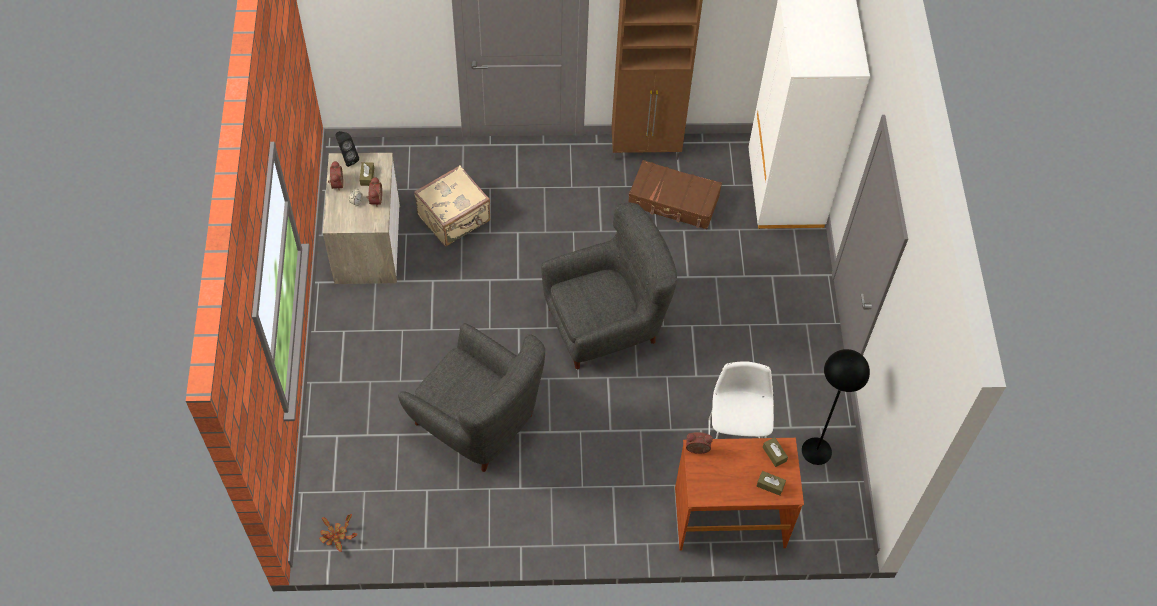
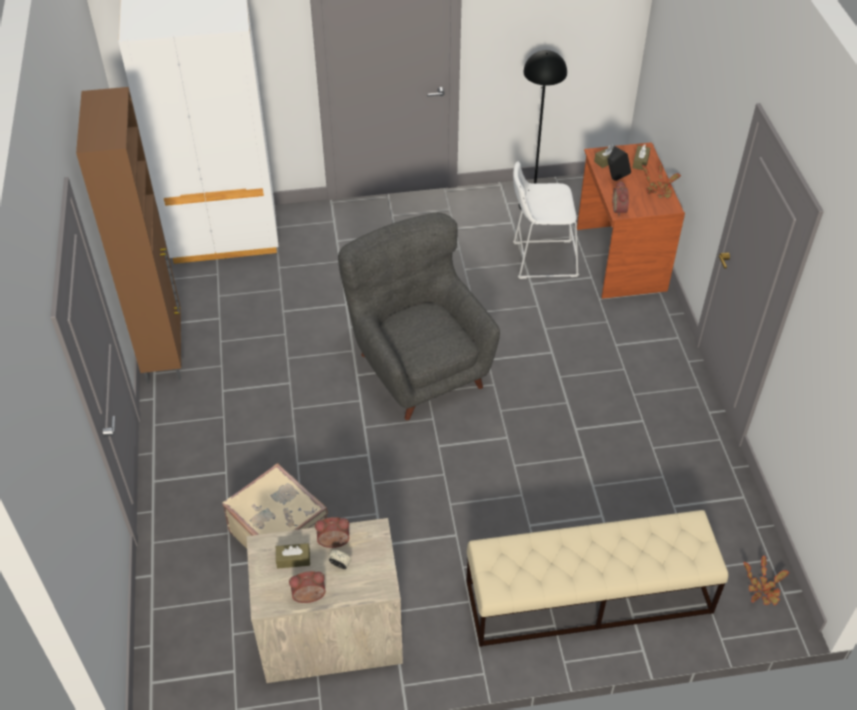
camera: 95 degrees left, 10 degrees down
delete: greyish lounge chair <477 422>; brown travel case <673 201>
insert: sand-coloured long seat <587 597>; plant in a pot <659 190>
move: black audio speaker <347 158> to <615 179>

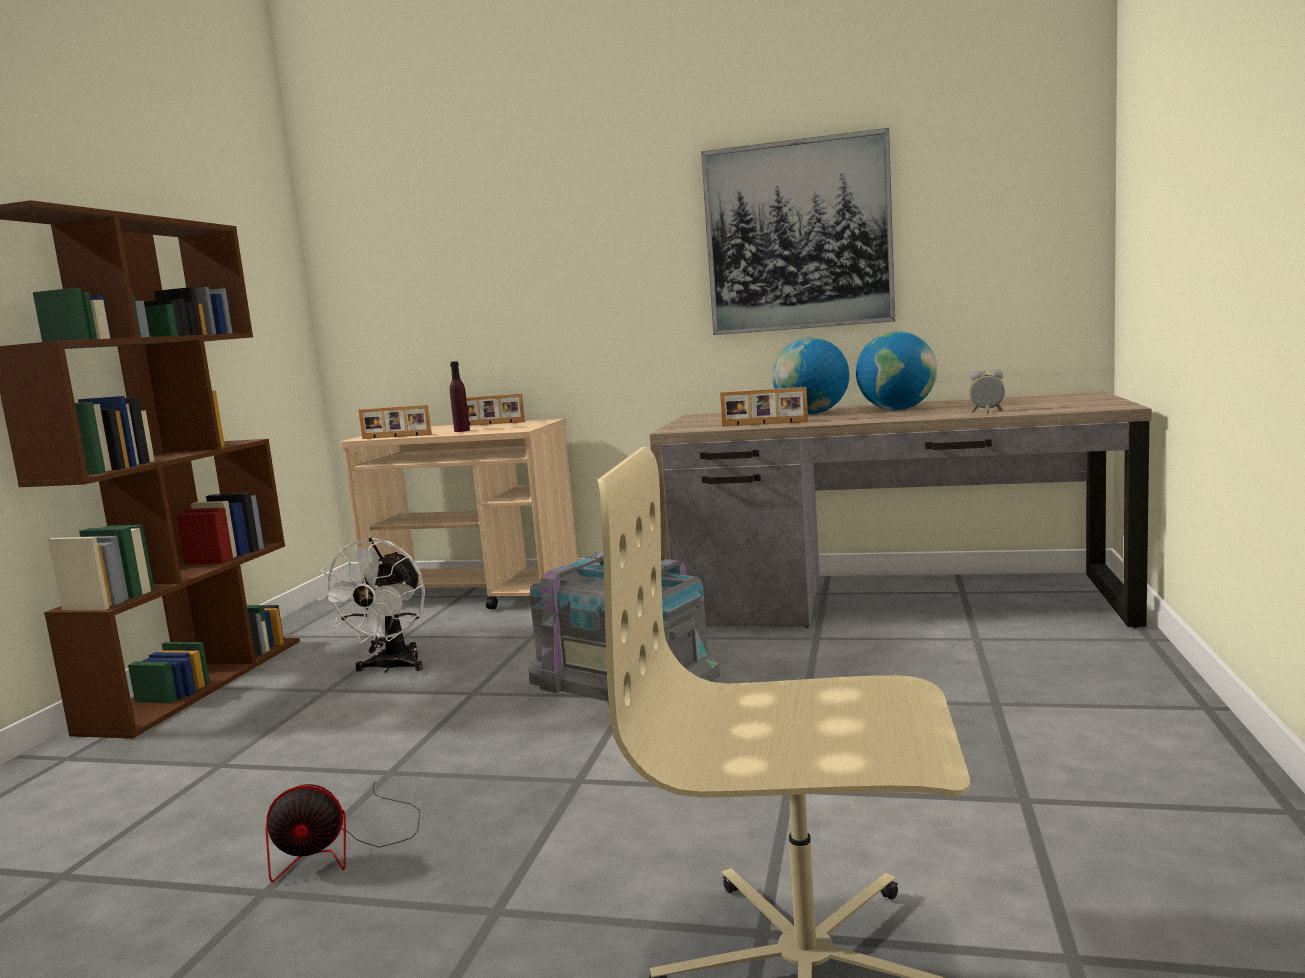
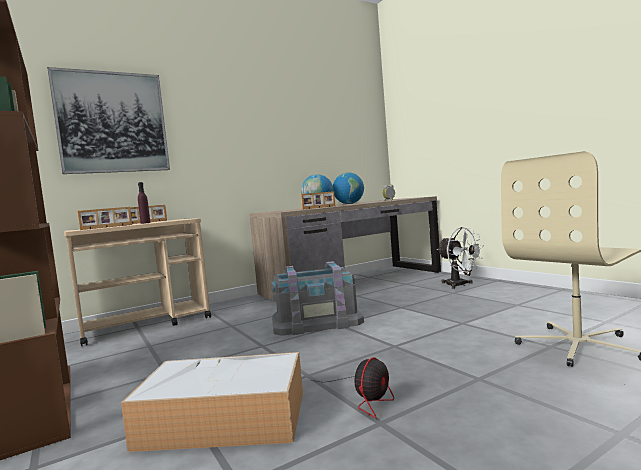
camera: 45 degrees left, 5 degrees down
insert: storage box <221 419>
move: white-coloured fan <391 668> to <460 285>; picture <798 236> to <112 122>

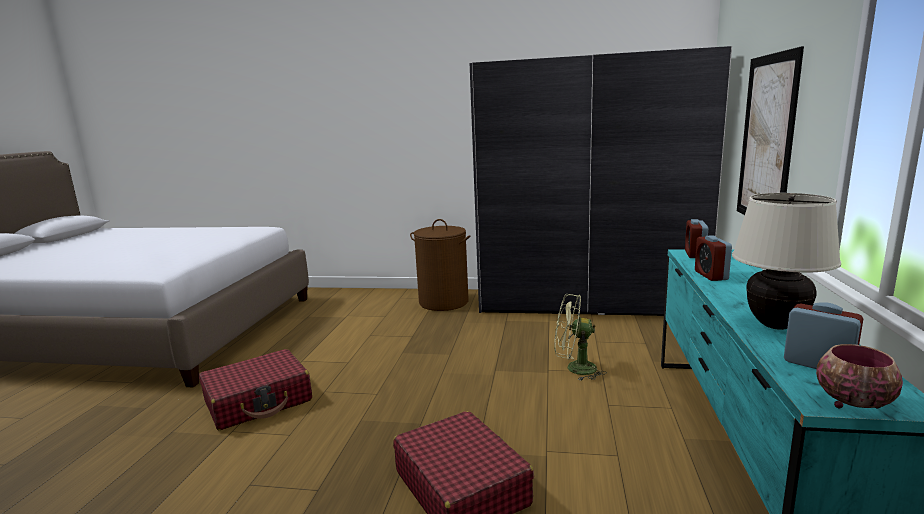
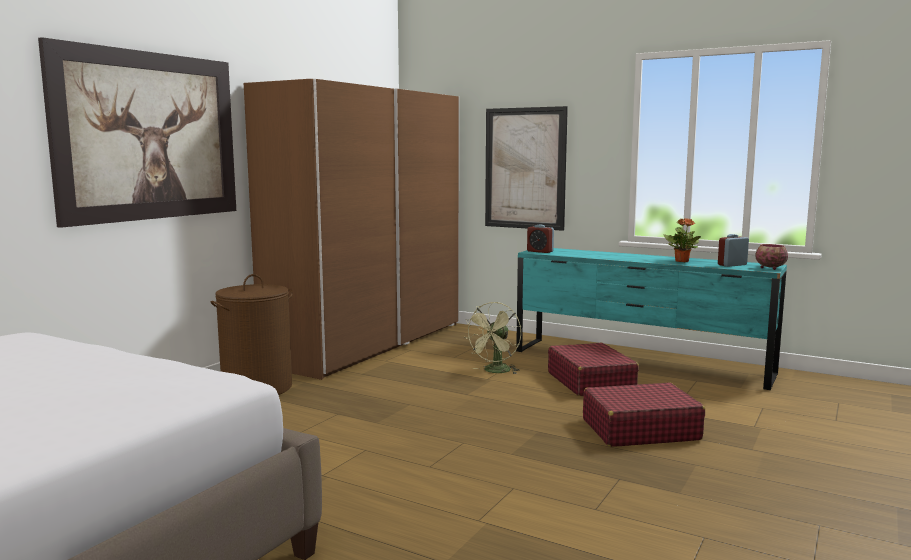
camera: 70 degrees left, 5 degrees down
delete: table clock <711 275>
insert: picture <149 136>
move: red travel case <258 401> to <590 382>
replace: sand-coloured tabletop lamp <776 325> to plant in a pot <681 261>
recolor: greyish wardrobe <587 302> to brown wardrobe <368 343>

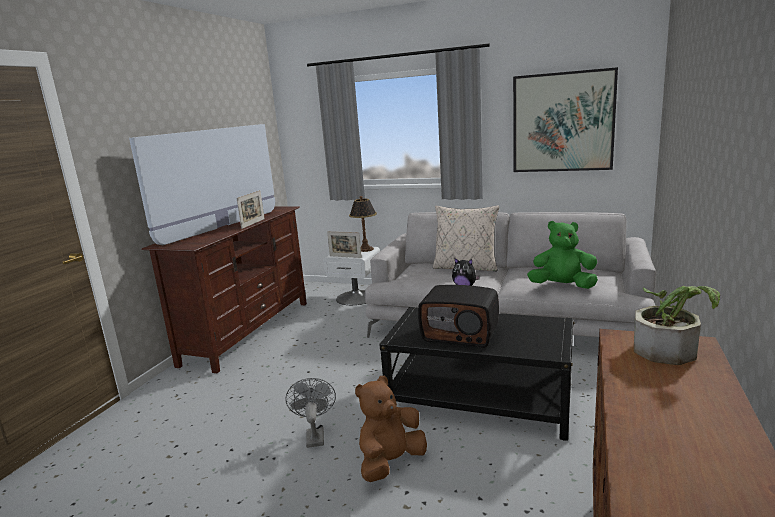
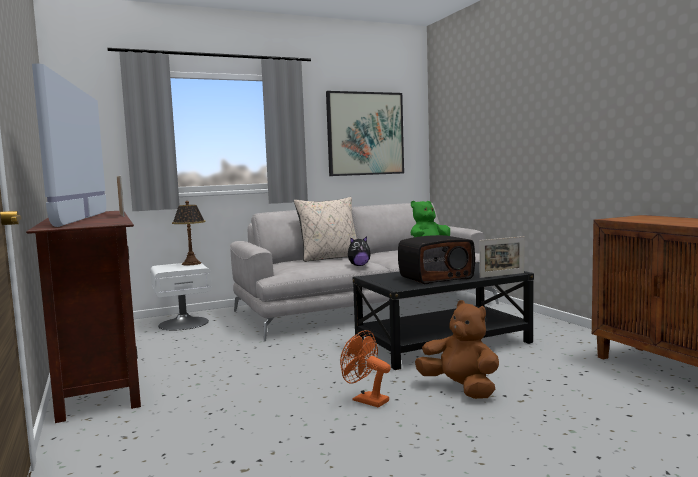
camera: 45 degrees left, 10 degrees down
delete: plant in a pot <670 348>
move: standing frame <345 257> to <502 275>
recolor: greyish fan <314 435> to orange-coloured fan <365 400>
rotate: brown soft toy <391 462> = <460 389> 135 degrees clockwise

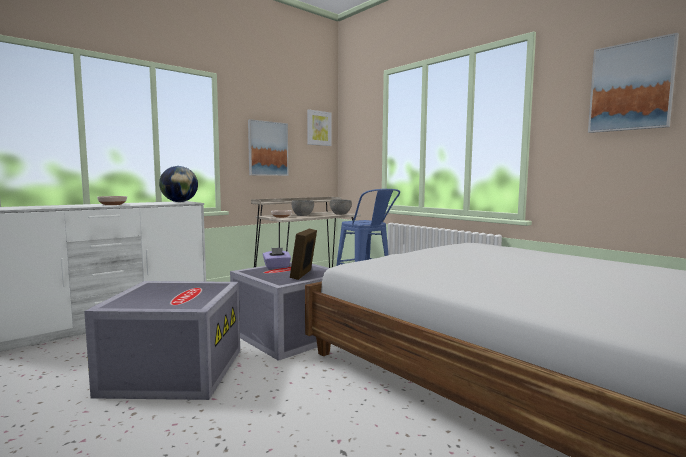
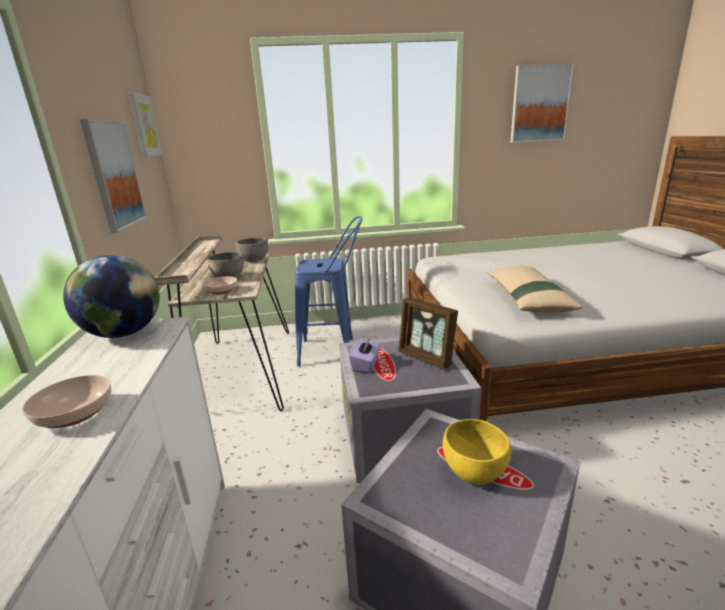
camera: 55 degrees left, 15 degrees up
insert: yellow bowl <474 473>; sand-coloured pillow <527 299>

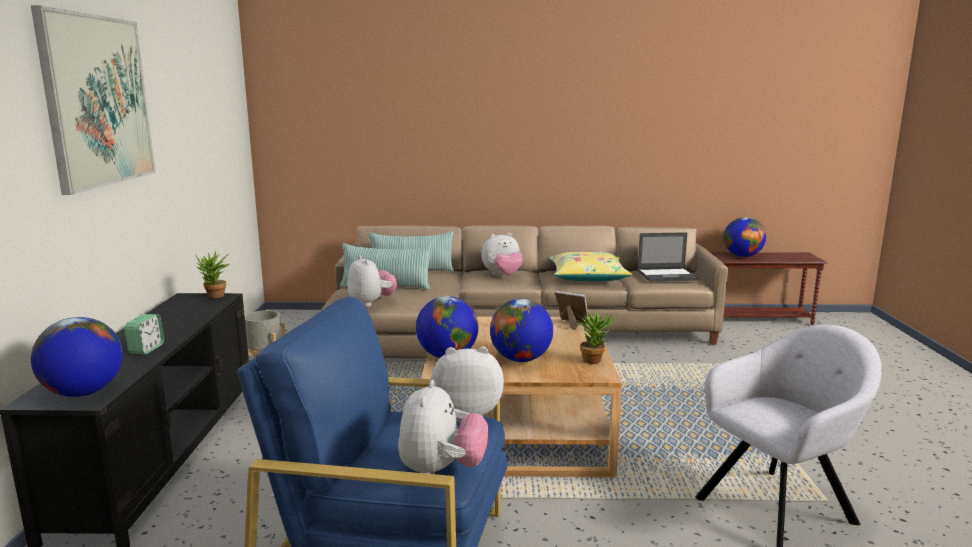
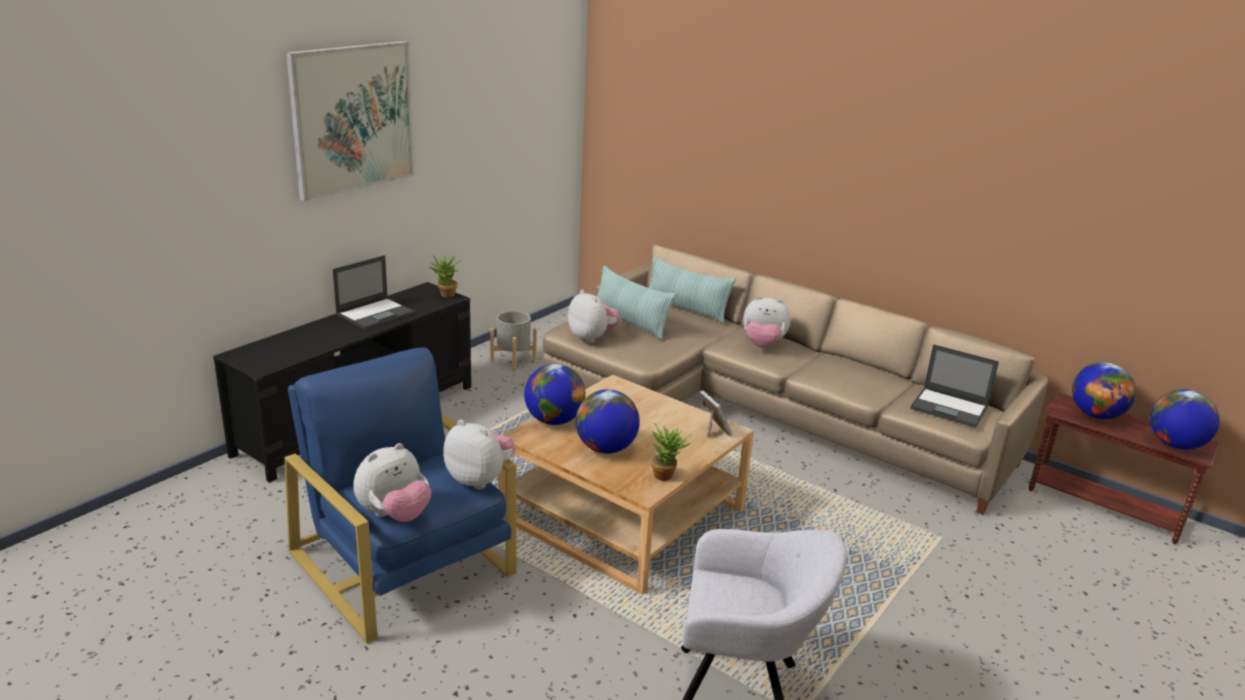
camera: 35 degrees right, 10 degrees up
delete: table clock <146 349>; yellow pillow <588 277>
insert: laptop <376 314>
move: desk globe <84 392> to <1175 445>
rotate: soft toy <371 303> = <592 338> 45 degrees counterclockwise

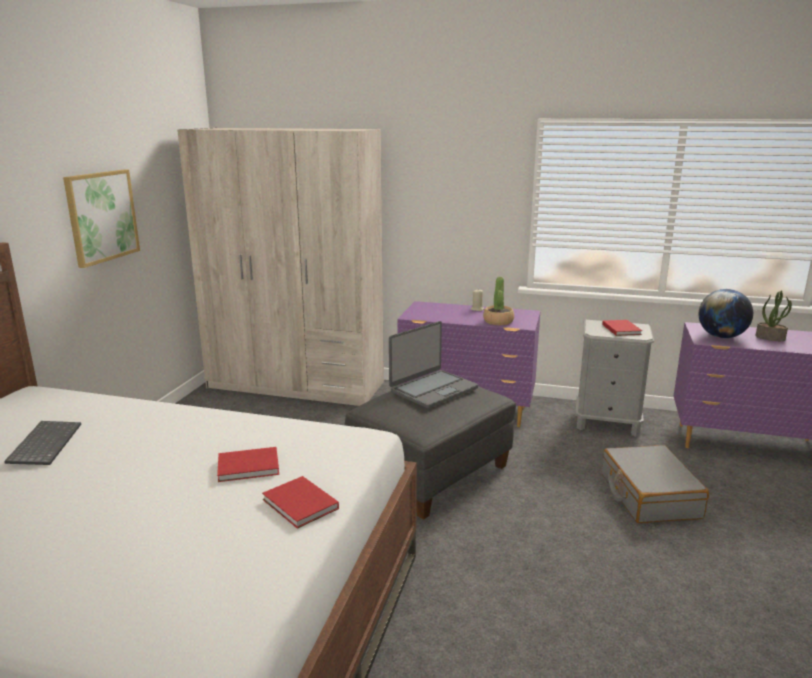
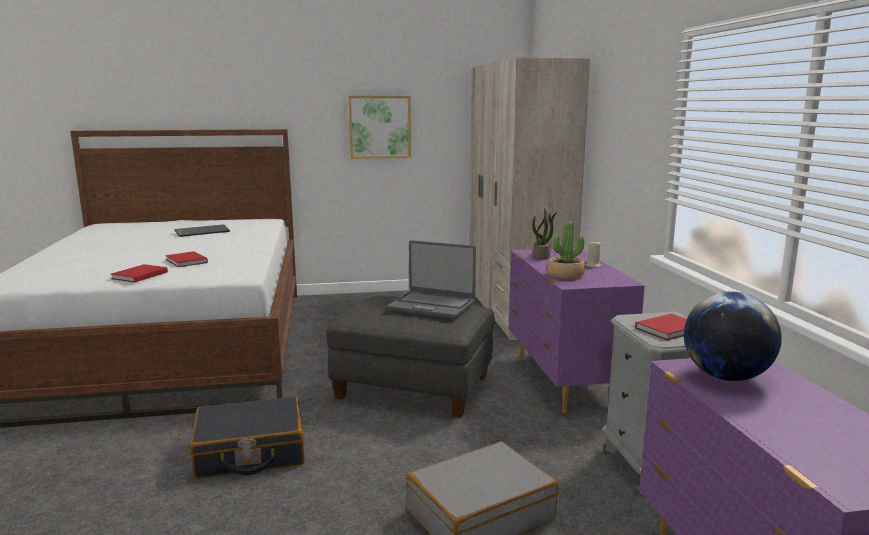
camera: 65 degrees right, 5 degrees down
insert: black travel case <250 452>
move: plant in a pot <770 338> to <542 256>

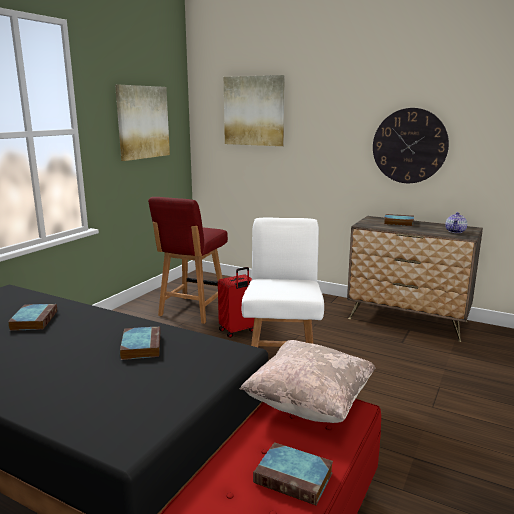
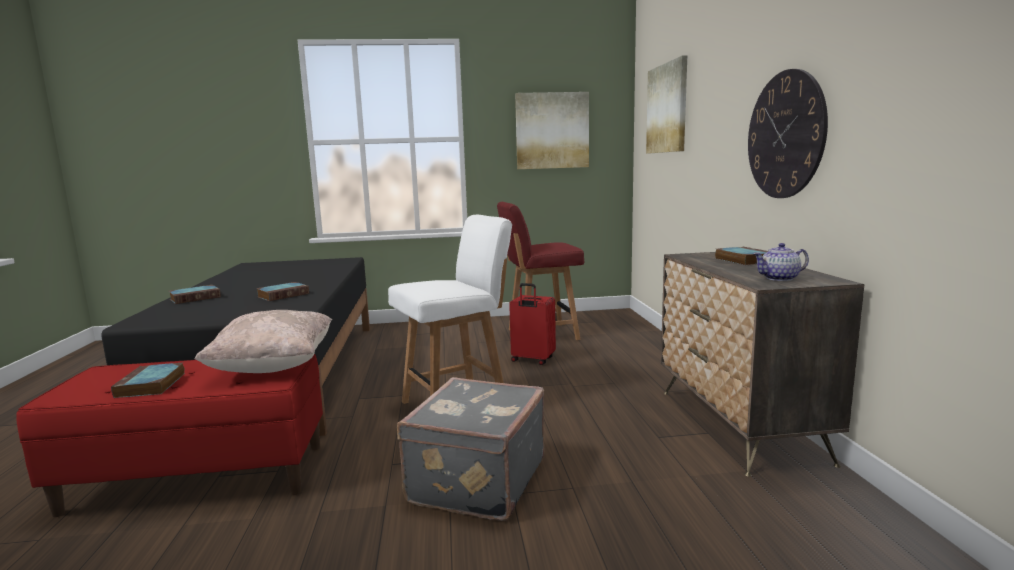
camera: 55 degrees right, 5 degrees down
insert: greyish travel case <475 480>
move: volume <34 320> to <196 298>

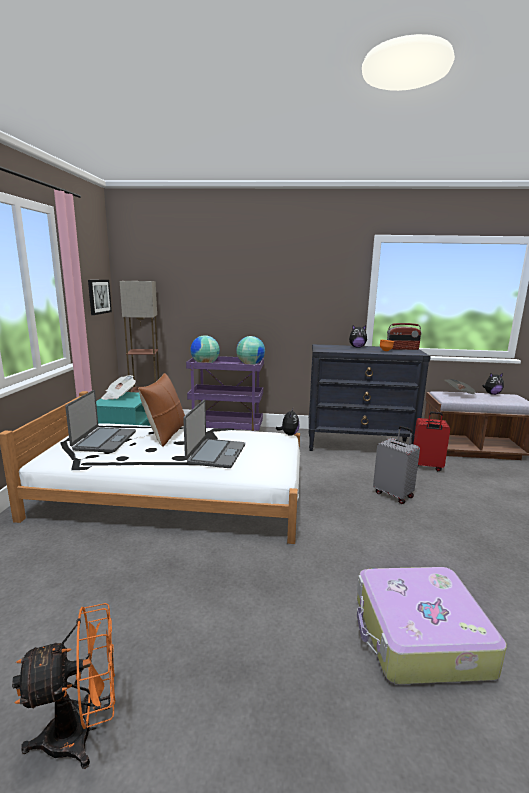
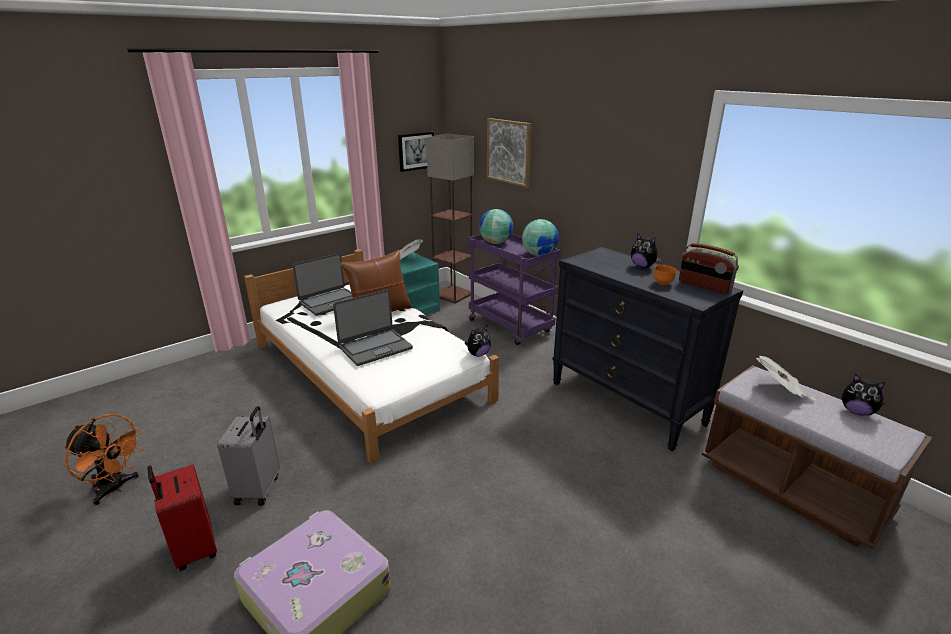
camera: 45 degrees right, 10 degrees up
insert: picture <509 152>
move: greyish travel case <393 494> to <259 489>; red travel case <426 466> to <194 550>

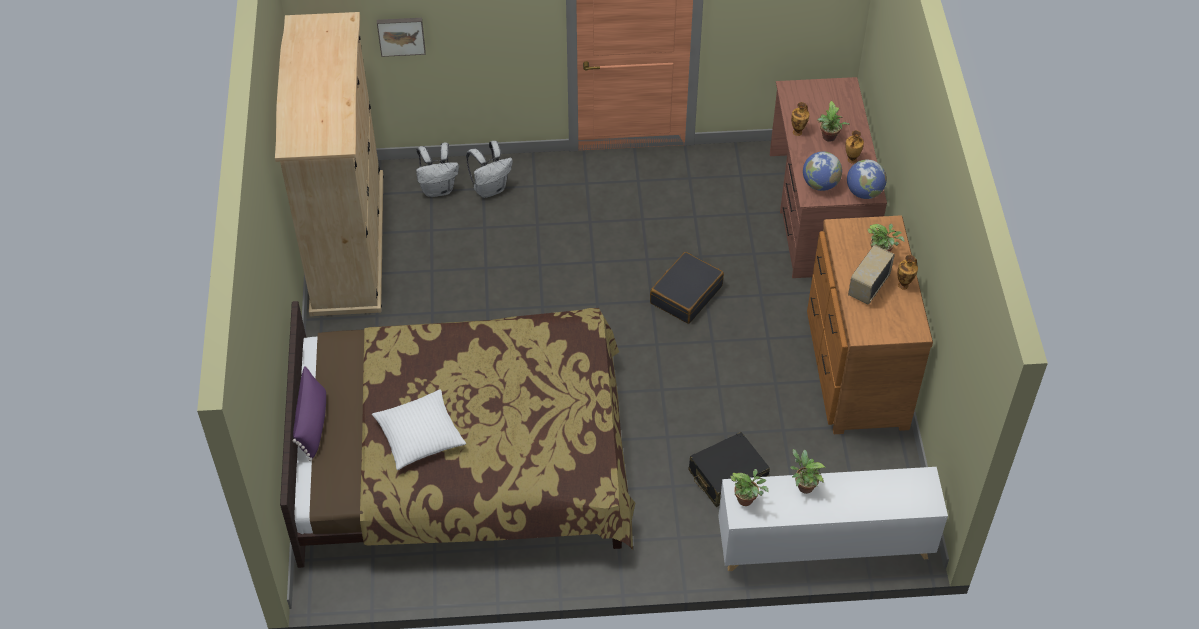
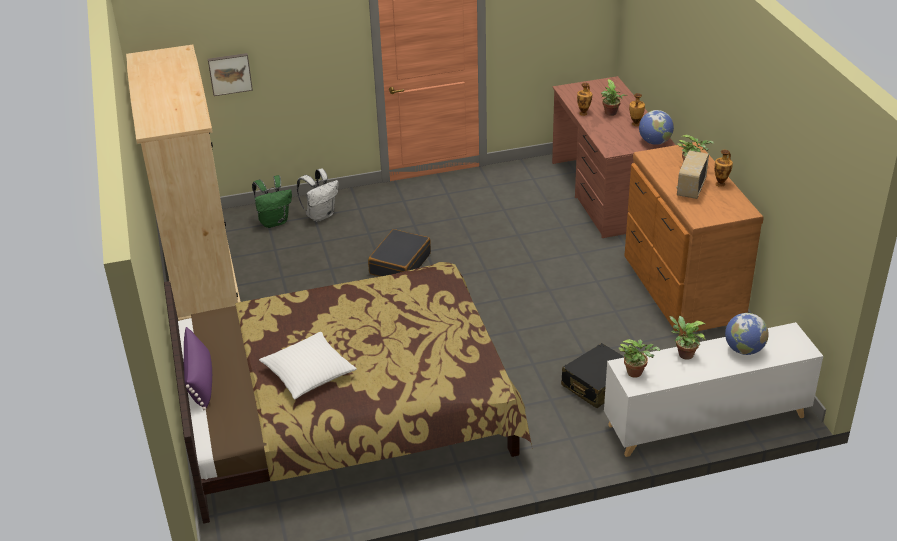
camera: 10 degrees left, 15 degrees down
move: black travel case <685 294> to <400 263>; desk globe <820 184> to <744 350>
recolor: white-coloured rucksack <438 189> to green rucksack <274 221>

